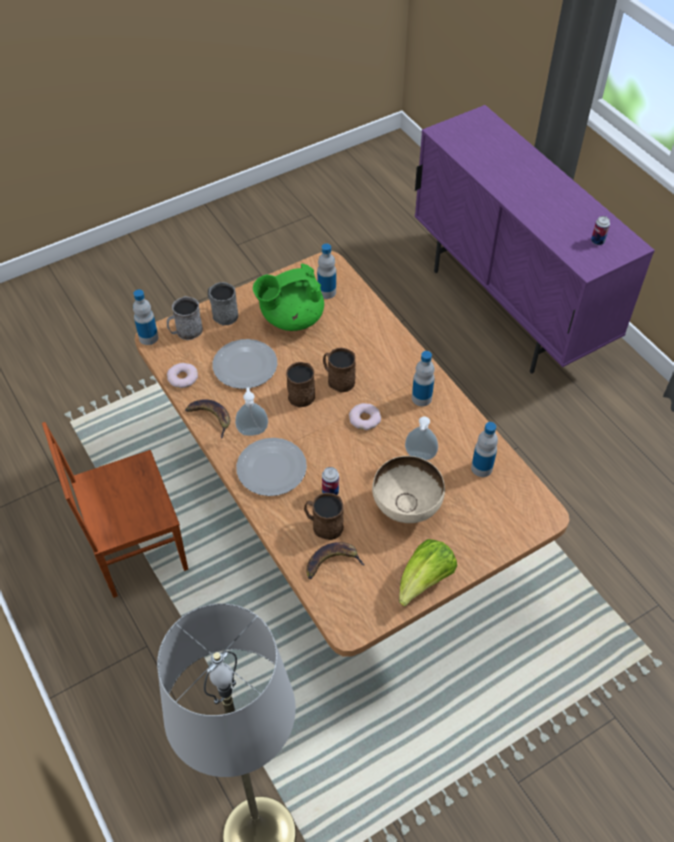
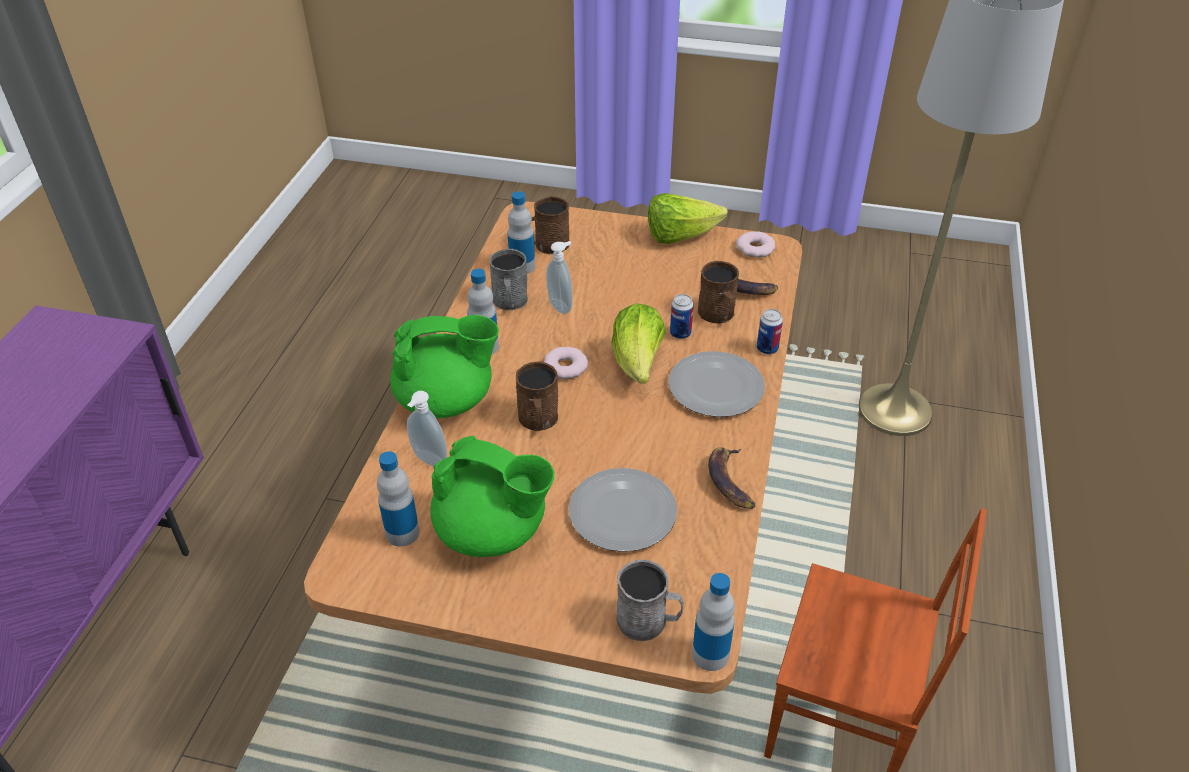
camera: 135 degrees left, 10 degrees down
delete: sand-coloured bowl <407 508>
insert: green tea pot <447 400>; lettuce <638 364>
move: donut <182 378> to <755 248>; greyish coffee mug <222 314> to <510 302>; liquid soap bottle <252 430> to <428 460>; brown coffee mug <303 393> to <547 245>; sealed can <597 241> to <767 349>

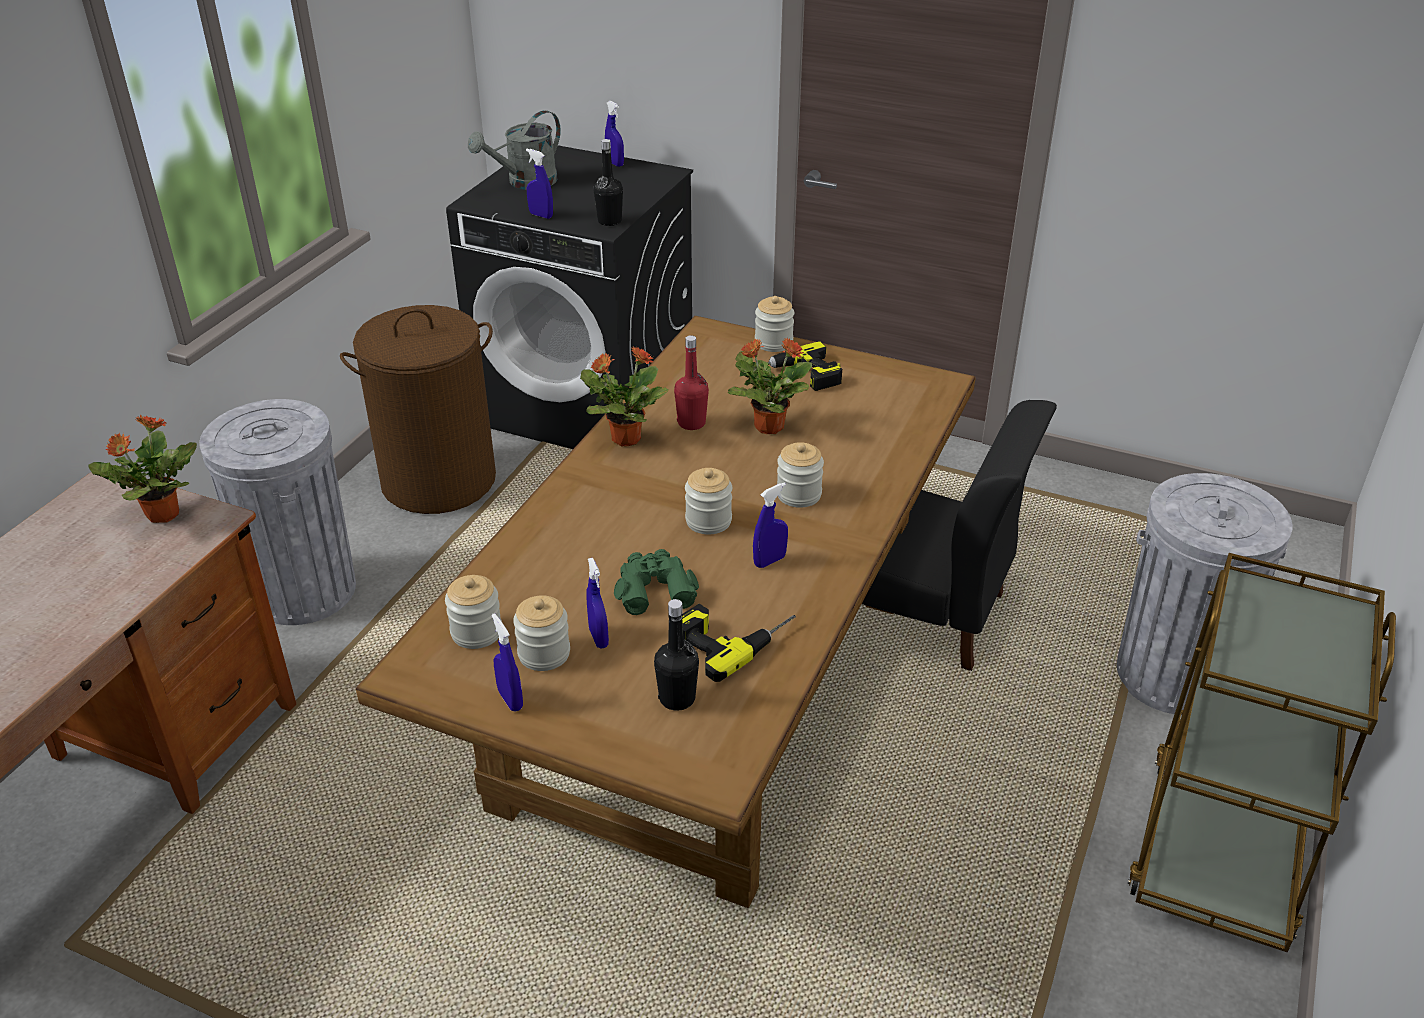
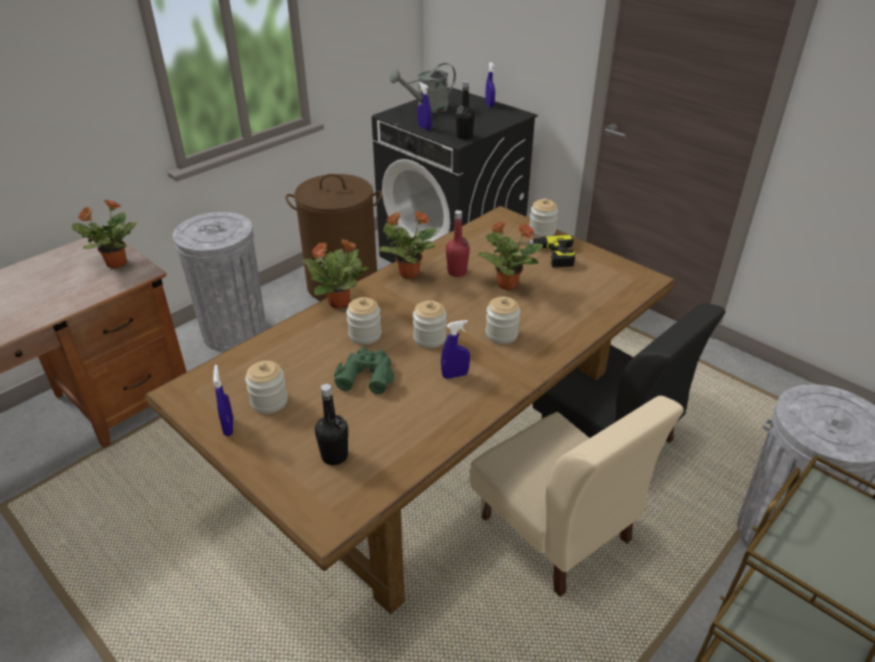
camera: 20 degrees right, 0 degrees up
delete: bluish hand sprayer <598 638>; electric drill <731 637>
insert: plant in a pot <340 302>; sand-coloured chair <555 530>
move: storage jar <476 632> to <365 335>

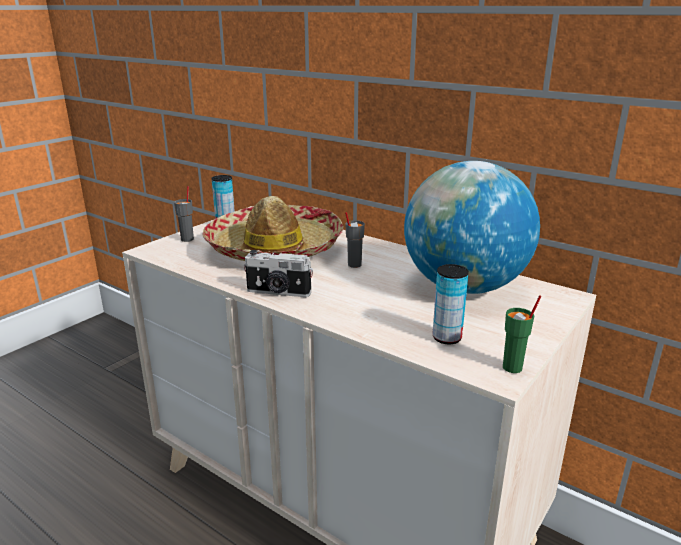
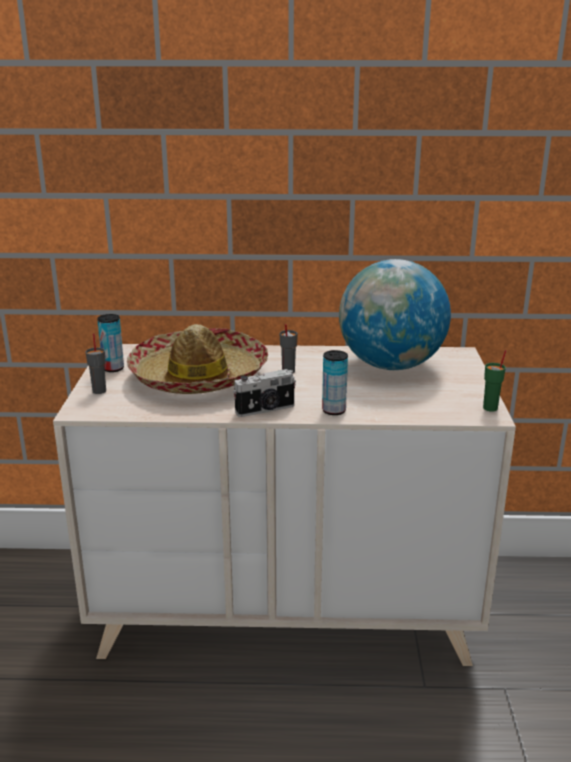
camera: 35 degrees left, 0 degrees up
move: sealed can <446 338> to <334 410>

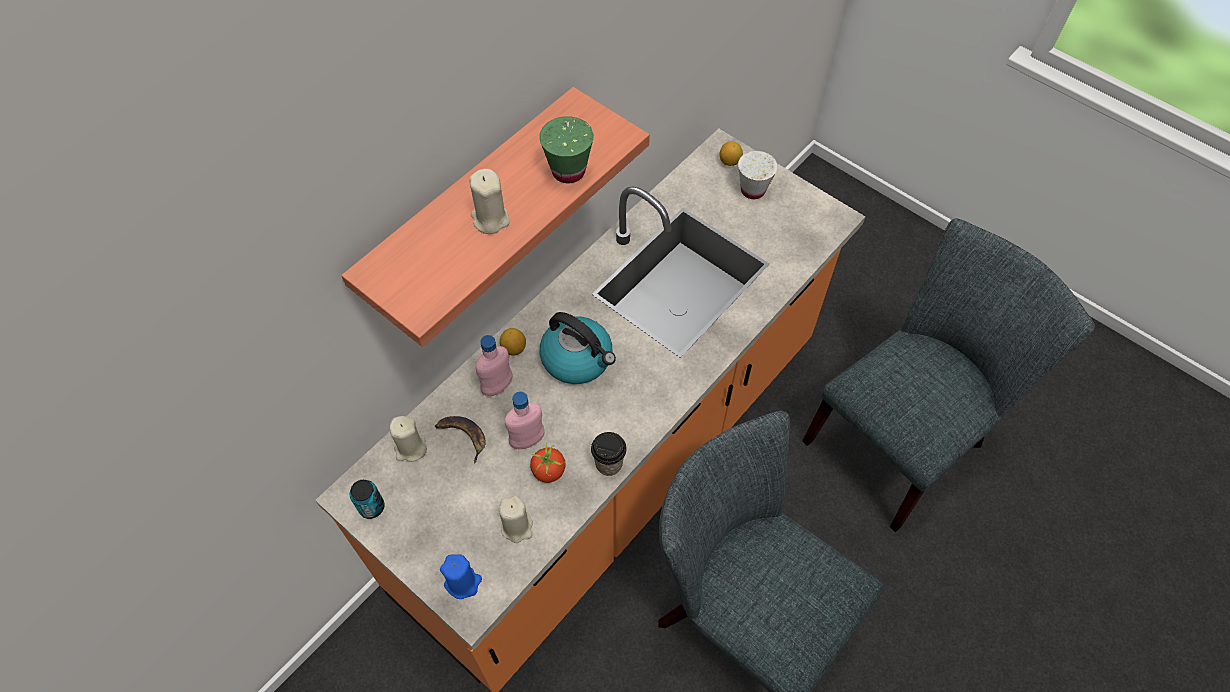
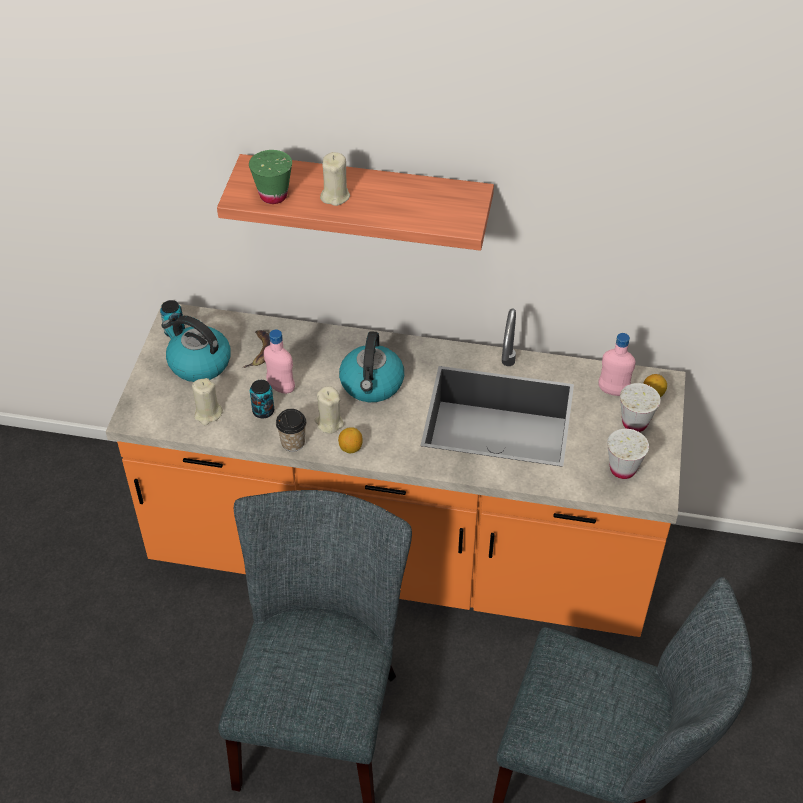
camera: 60 degrees right, 10 degrees down
delete: bluish wax light <463 582>
insert: water kettle <198 363>; white-coloured cup <622 469>
move: sand-coloured wax light <410 448> to <329 423>; pinkish bottle <497 386> to <613 391>; lemon <513 348> to <350 448>; green cup <568 171> to <273 196>
replace: tomato <549 471> to sealed can <263 411>

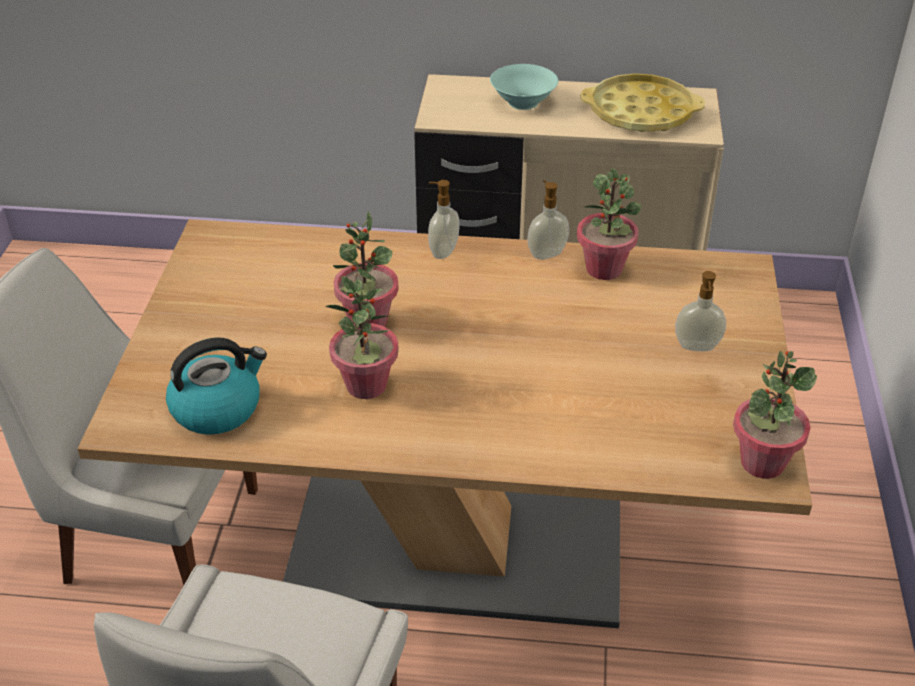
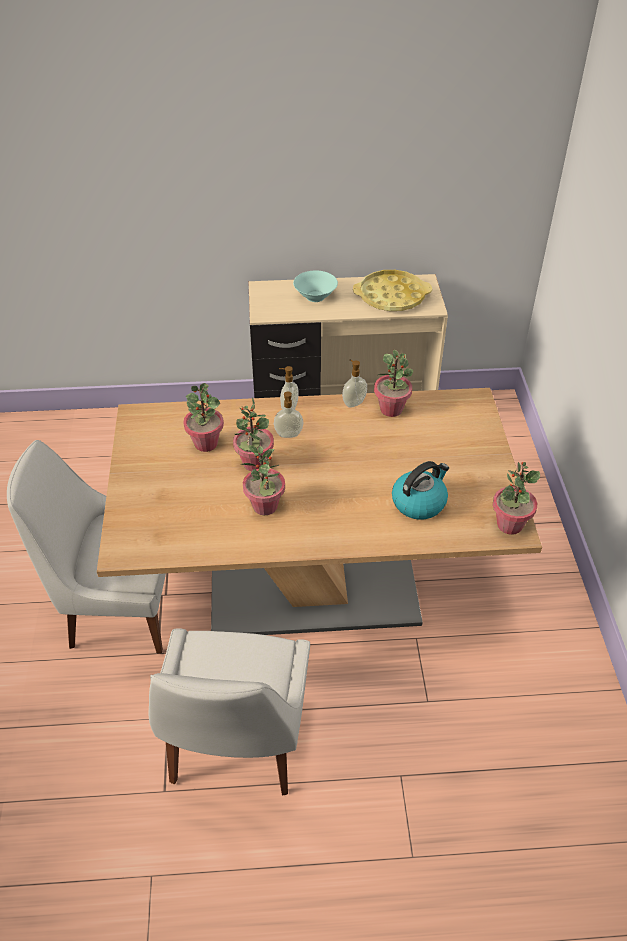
camera: 10 degrees left, 5 degrees up
insert: plant in a pot <206 443>
move: water kettle <218 408> to <419 502>; liquid soap bottle <697 347> to <288 435>

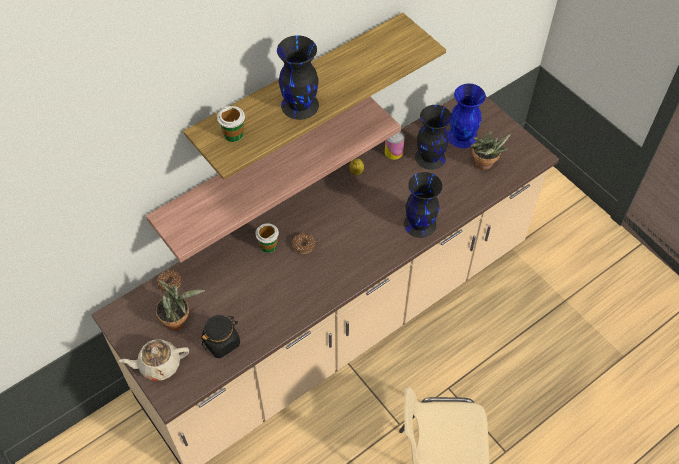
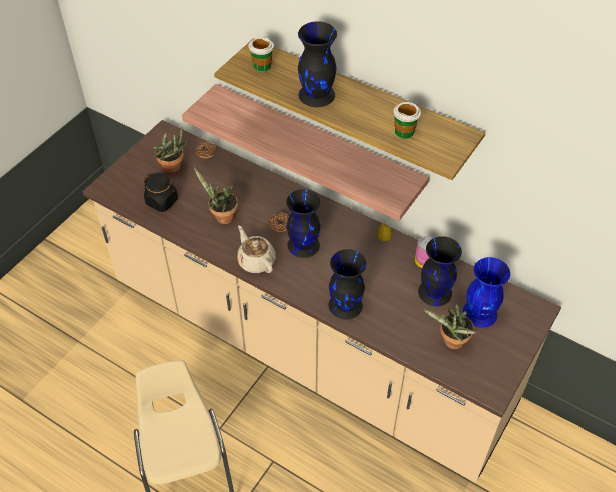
camera: 70 degrees right, 5 degrees down
insert: plant in a pot <222 217>; black flower vase <303 244>
move: sand-coloured tea pot <159 365> to <256 261>; cup <268 245> to <404 131>

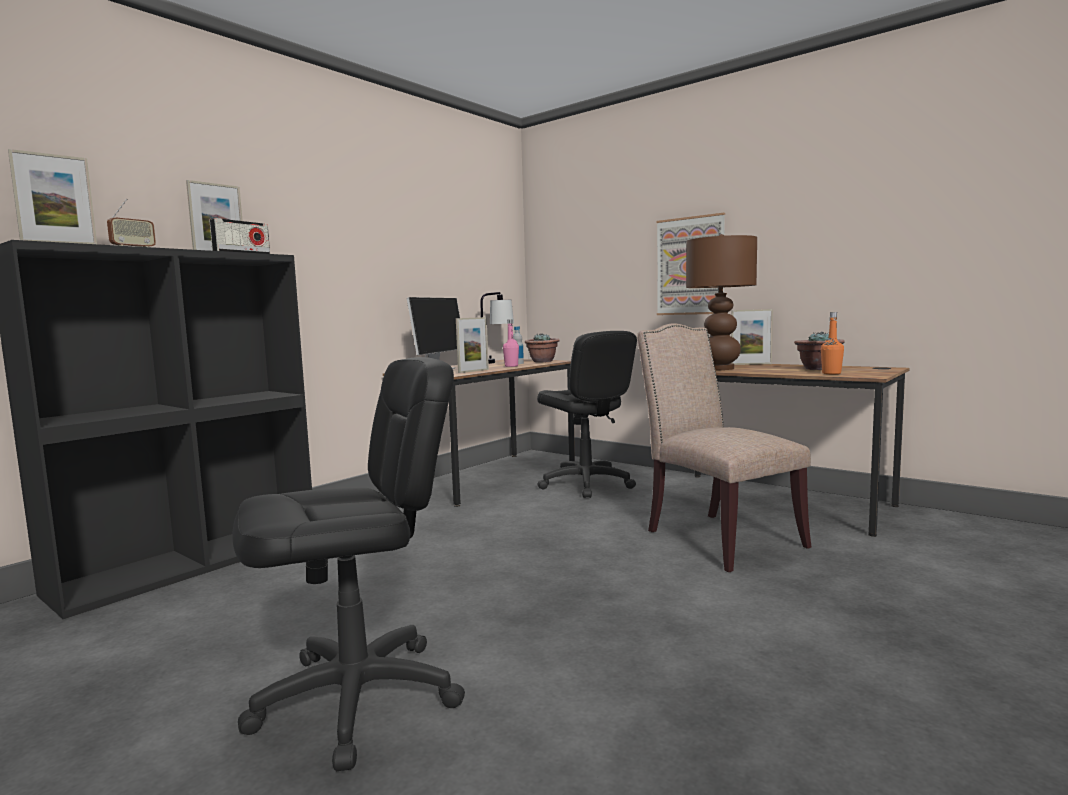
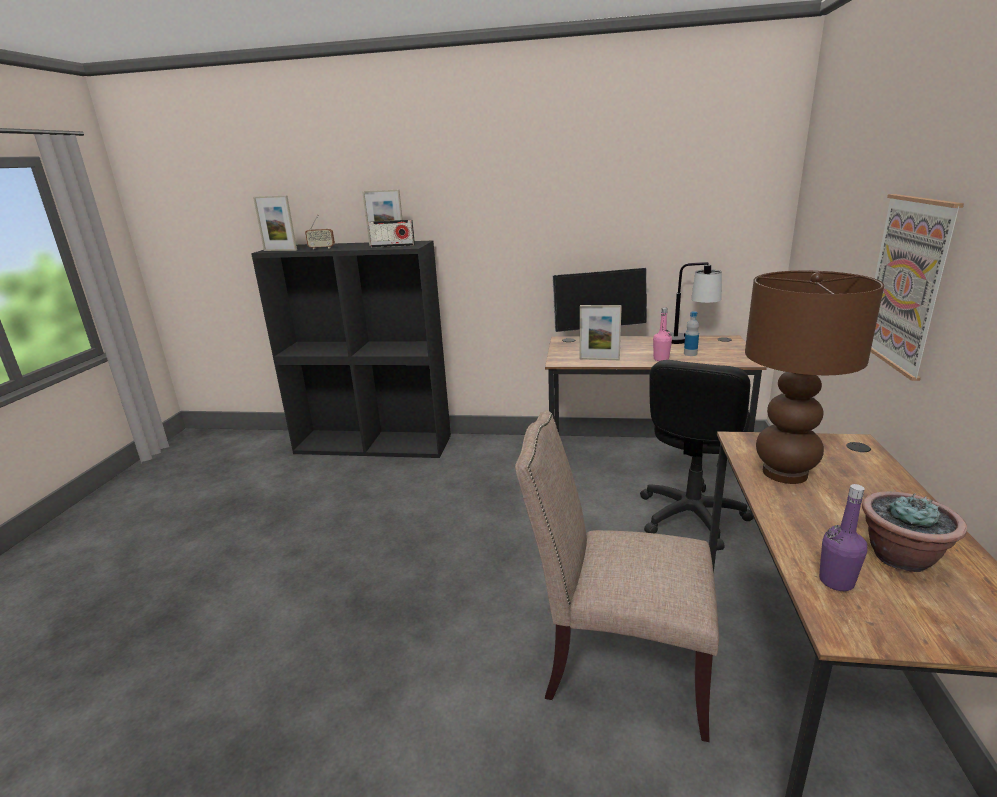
camera: 60 degrees right, 15 degrees up
delete: black computer chair <358 698>; plant in a pot <542 361>; standing frame <751 364>
recolor: orange-coloured bottle <831 373> to purple-coloured bottle <836 581>
rotate: sand-coloured chair <717 538> = <618 666> 105 degrees counterclockwise

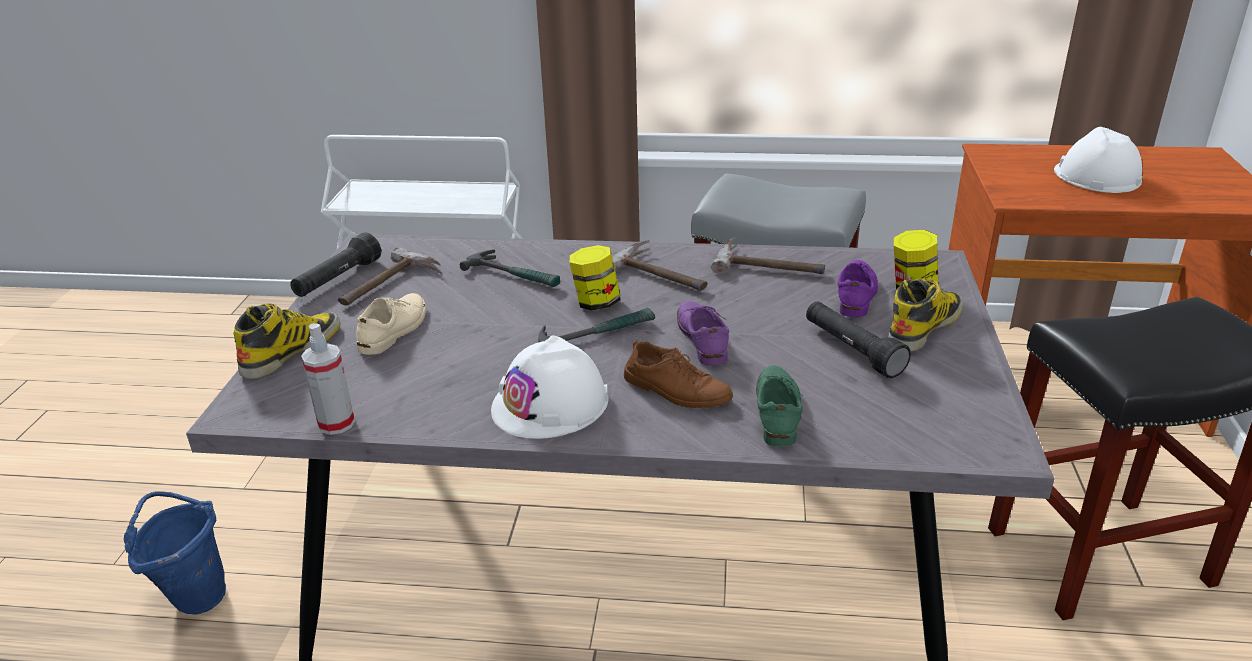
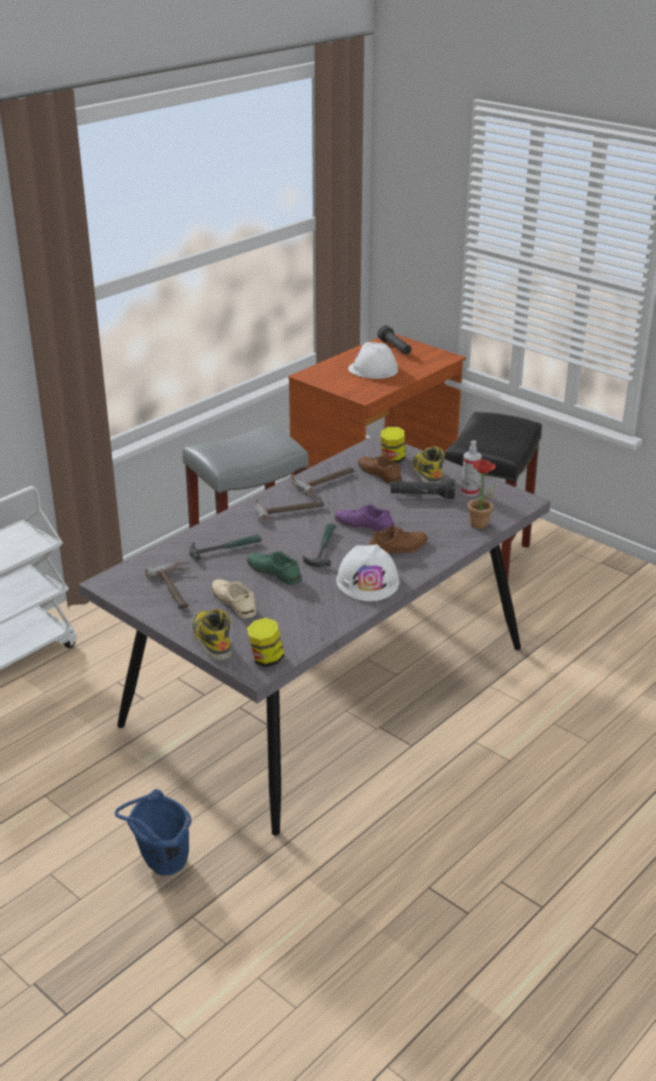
camera: 55 degrees left, 0 degrees up
insert: plant in a pot <481 526>
move: black hand torch <338 279> to <395 348>; hand sprayer <336 423> to <470 492>; storage jar <596 303> to <266 659>; green low shoe <777 411> to <274 572>
recolor: purple-coloured low shoe <856 294> to brown low shoe <379 474>

